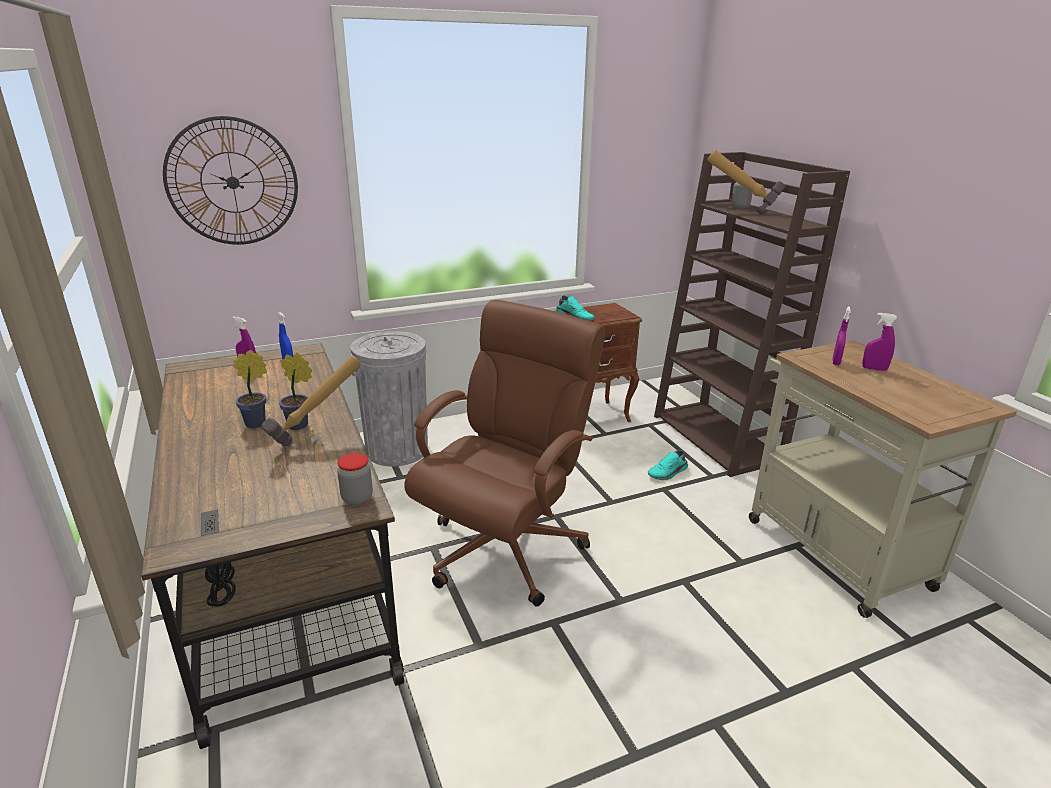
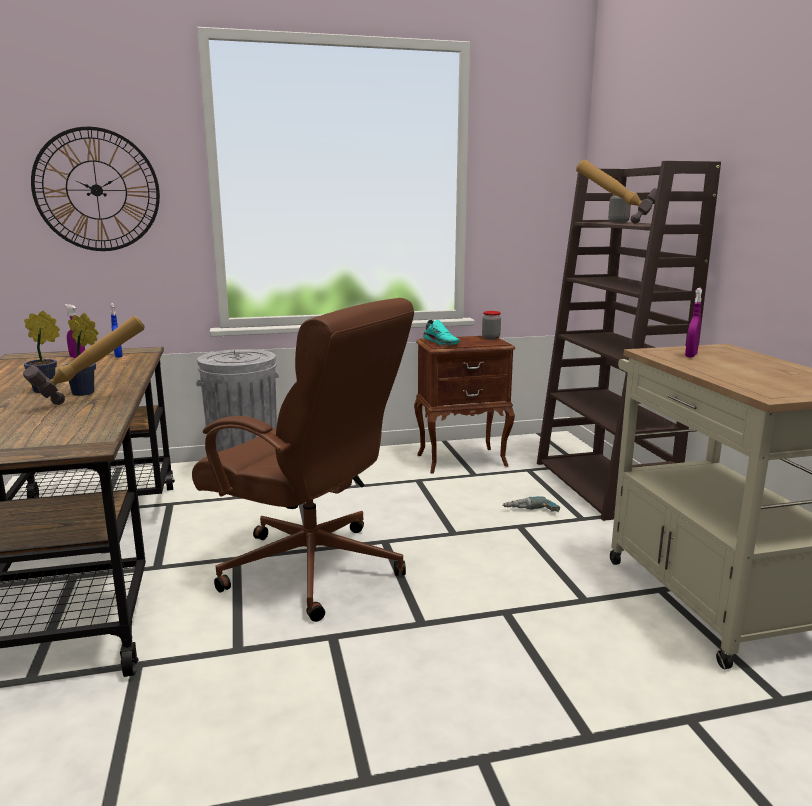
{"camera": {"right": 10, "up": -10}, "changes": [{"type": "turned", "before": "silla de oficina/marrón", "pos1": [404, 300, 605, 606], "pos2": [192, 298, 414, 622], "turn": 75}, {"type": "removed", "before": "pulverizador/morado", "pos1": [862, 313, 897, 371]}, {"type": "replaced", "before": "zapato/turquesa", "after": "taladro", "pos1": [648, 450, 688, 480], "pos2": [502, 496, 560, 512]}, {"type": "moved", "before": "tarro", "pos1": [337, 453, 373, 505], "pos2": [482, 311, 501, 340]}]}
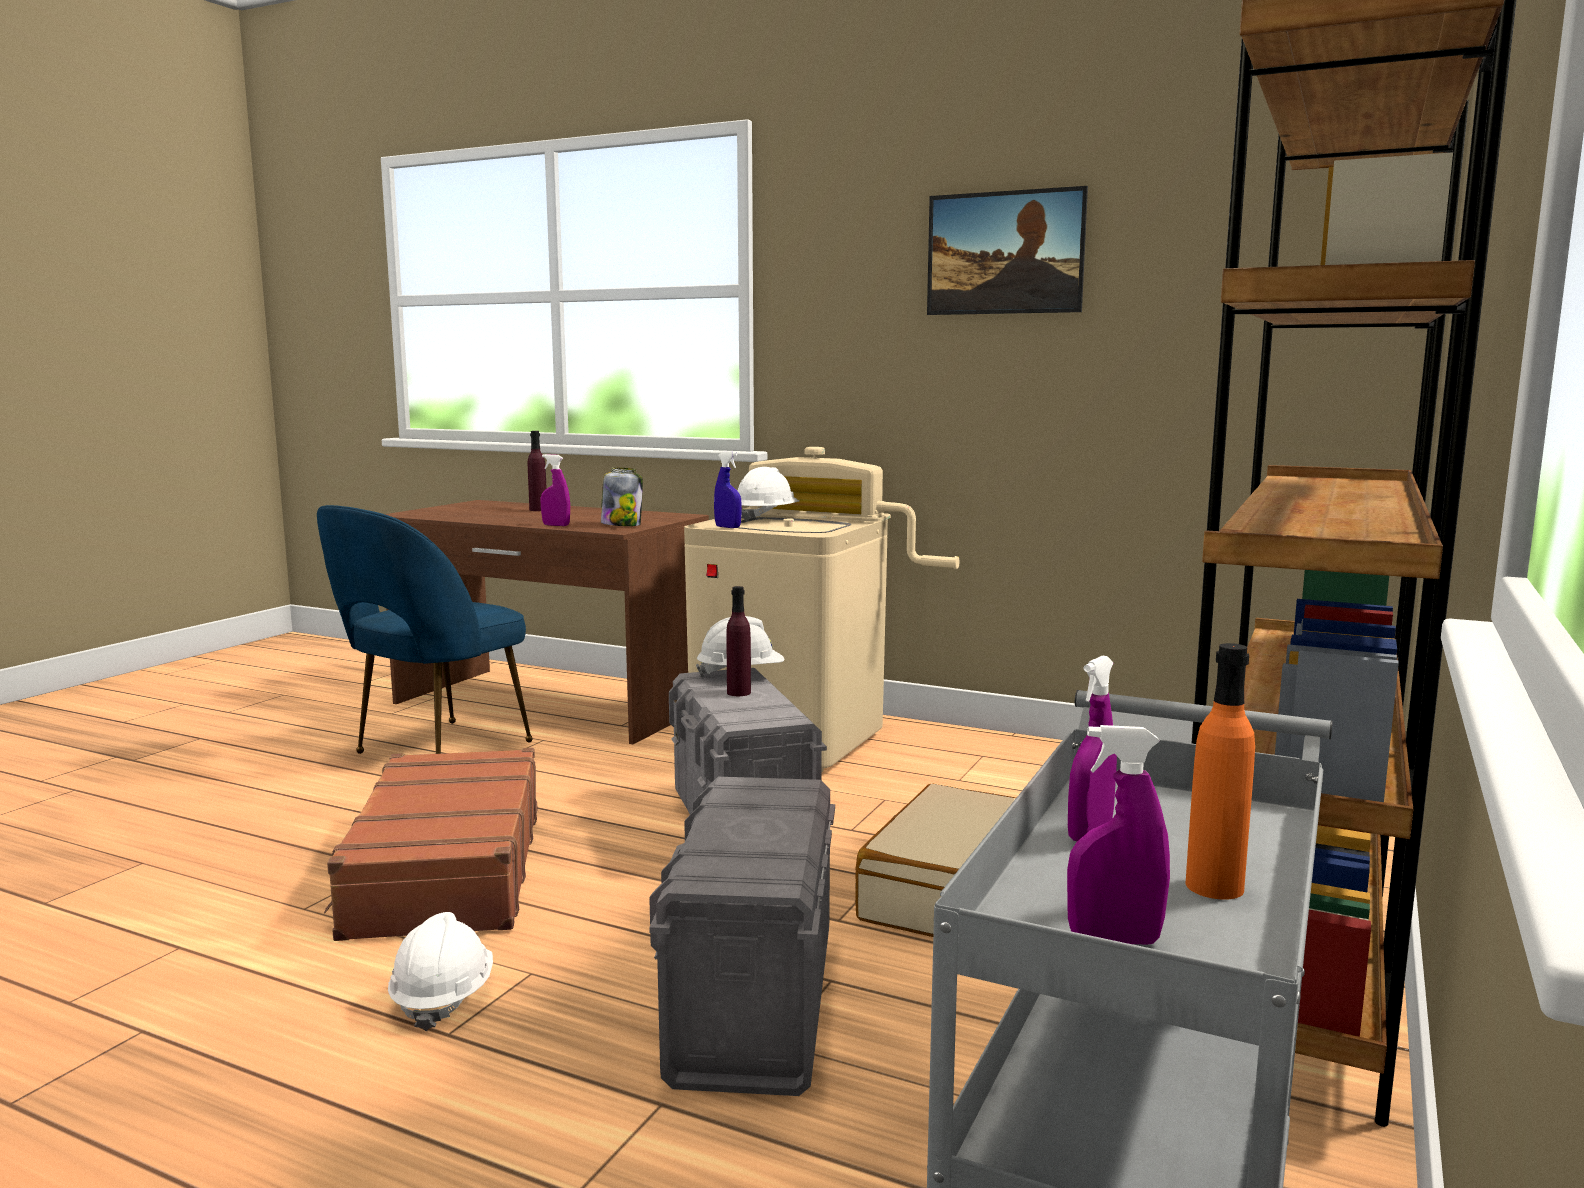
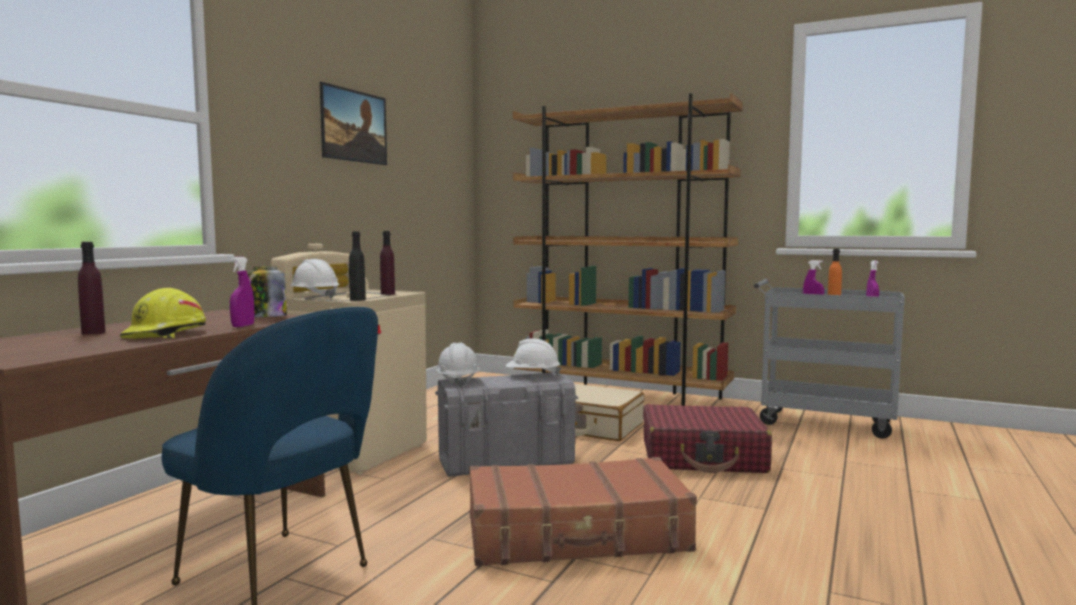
{"camera": {"right": -90, "up": -5}, "changes": [{"type": "replaced", "before": "pulverizador/azul", "after": "botella/negro", "pos1": [714, 452, 742, 528], "pos2": [349, 231, 366, 301]}, {"type": "moved", "before": "botella/morado", "pos1": [726, 586, 751, 696], "pos2": [380, 231, 395, 295]}, {"type": "replaced", "before": "caja de almacenaje/gris", "after": "maleta/rojo", "pos1": [649, 777, 835, 1096], "pos2": [643, 404, 772, 473]}, {"type": "moved", "before": "casco/blanco", "pos1": [388, 912, 493, 1031], "pos2": [506, 338, 561, 375]}, {"type": "added", "after": "casco/amarillo", "pos2": [120, 288, 206, 339]}]}
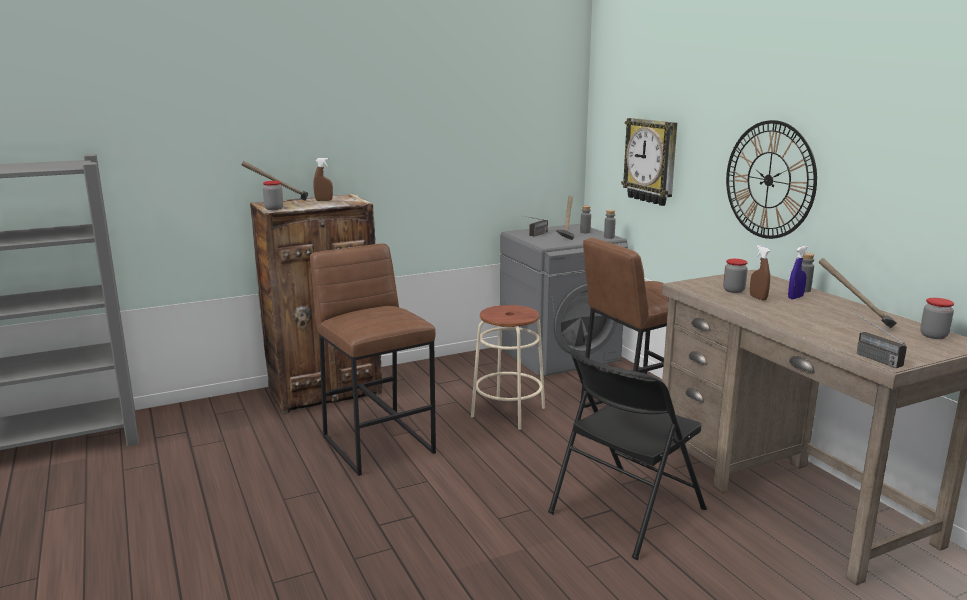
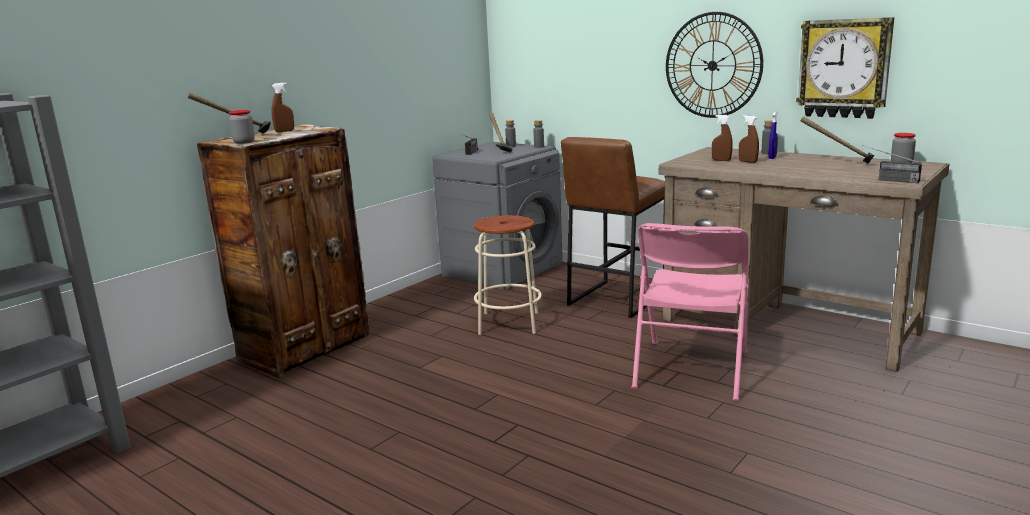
{"camera": {"right": -25, "up": 0}, "changes": [{"type": "moved", "before": "reloj de pared", "pos1": [622, 118, 677, 206], "pos2": [796, 17, 894, 119]}, {"type": "removed", "before": "taburete/marrón", "pos1": [310, 243, 436, 476]}, {"type": "replaced", "before": "tarro", "after": "pulverizador/marrón", "pos1": [723, 259, 748, 293], "pos2": [712, 115, 733, 161]}, {"type": "recoloured", "before": "silla/negro", "after": "silla/rosa", "pos1": [548, 349, 707, 561], "pos2": [632, 223, 749, 401]}]}
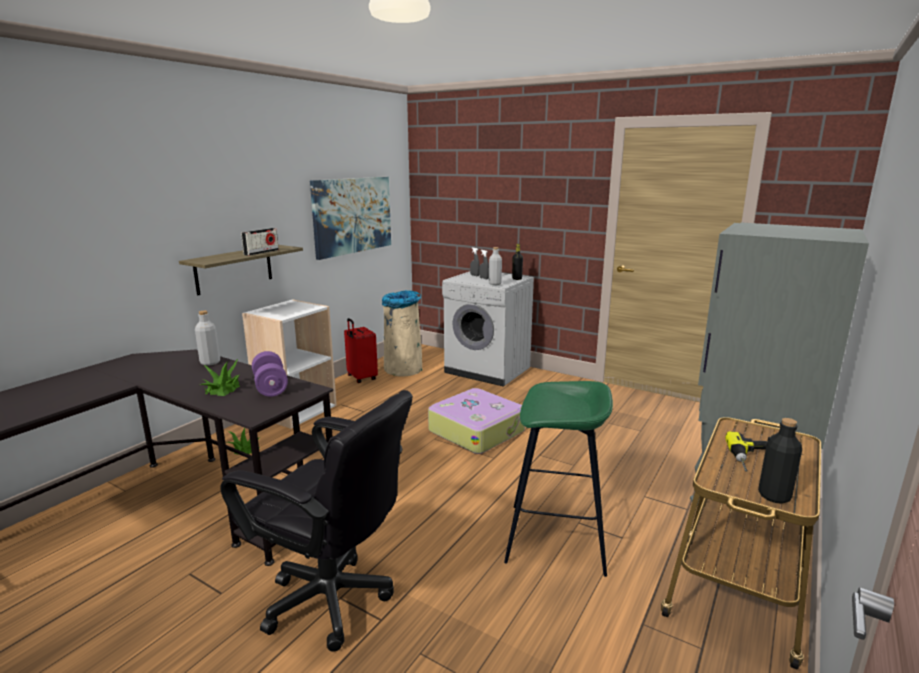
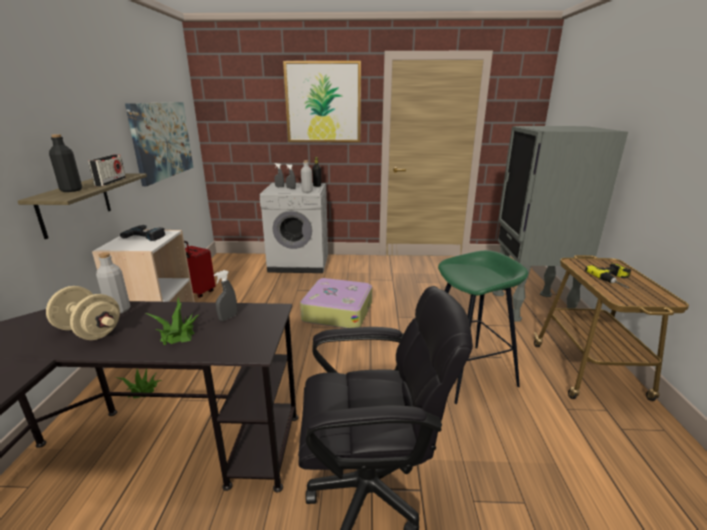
{"camera": {"right": -30, "up": 5}, "changes": [{"type": "removed", "before": "papelera/beis", "pos1": [382, 290, 423, 376]}, {"type": "replaced", "before": "mancuerna/morado", "after": "pulverizador/gris", "pos1": [252, 351, 288, 397], "pos2": [214, 270, 237, 321]}, {"type": "moved", "before": "botella/negro", "pos1": [758, 418, 802, 504], "pos2": [49, 134, 82, 192]}, {"type": "added", "after": "cuadro", "pos2": [283, 61, 361, 142]}, {"type": "added", "after": "taladro", "pos2": [120, 225, 165, 241]}, {"type": "added", "after": "mancuerna/beis", "pos2": [46, 286, 120, 340]}]}
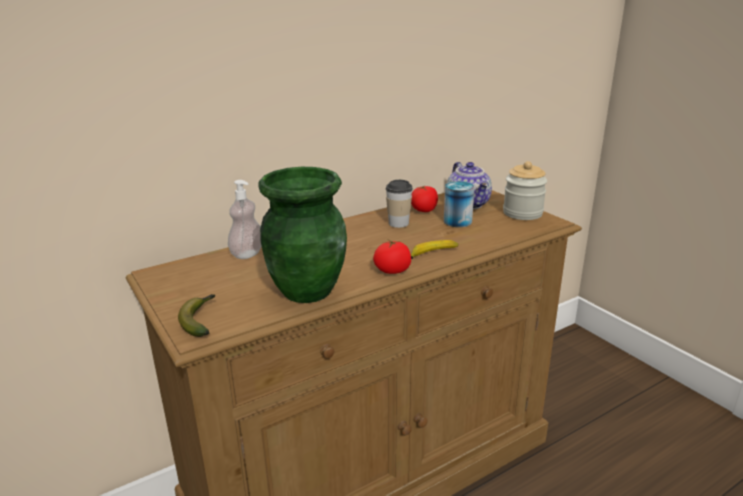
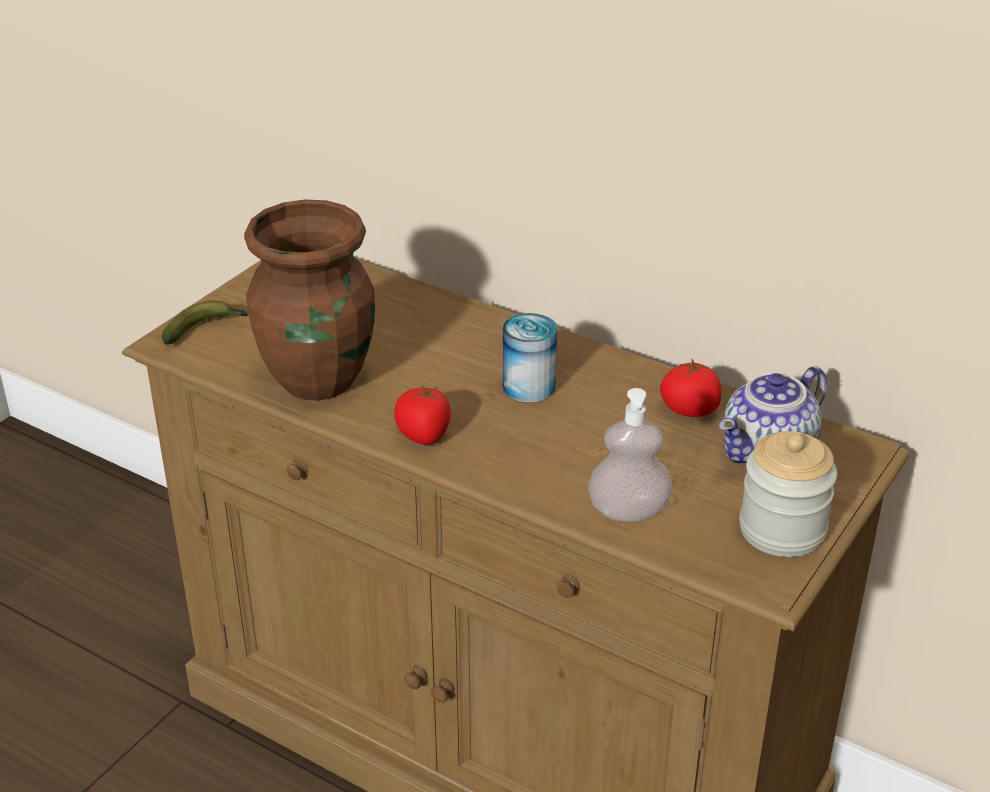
{"camera": {"right": 65, "up": 10}, "changes": [{"type": "recoloured", "before": "florero/verde", "after": "florero/marrón", "pos1": [258, 167, 347, 303], "pos2": [244, 199, 375, 401]}, {"type": "moved", "before": "dispensador de jabón", "pos1": [228, 180, 261, 259], "pos2": [588, 388, 672, 522]}, {"type": "removed", "before": "taza", "pos1": [386, 180, 413, 228]}, {"type": "moved", "before": "lata", "pos1": [444, 181, 474, 227], "pos2": [503, 313, 557, 403]}, {"type": "removed", "before": "plátano", "pos1": [411, 240, 458, 259]}]}
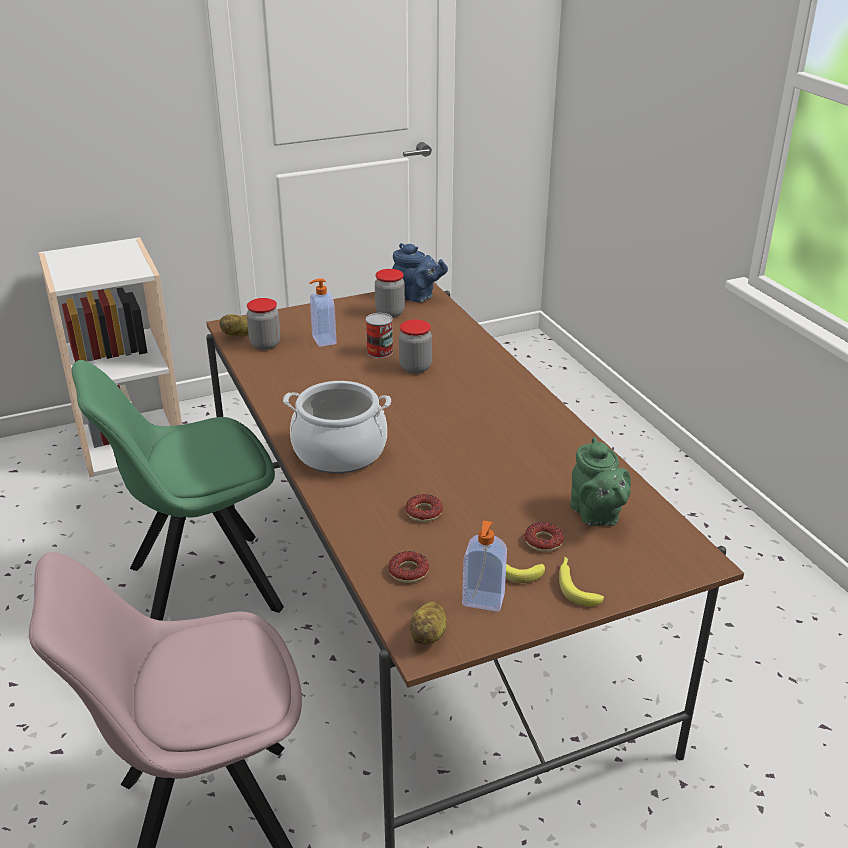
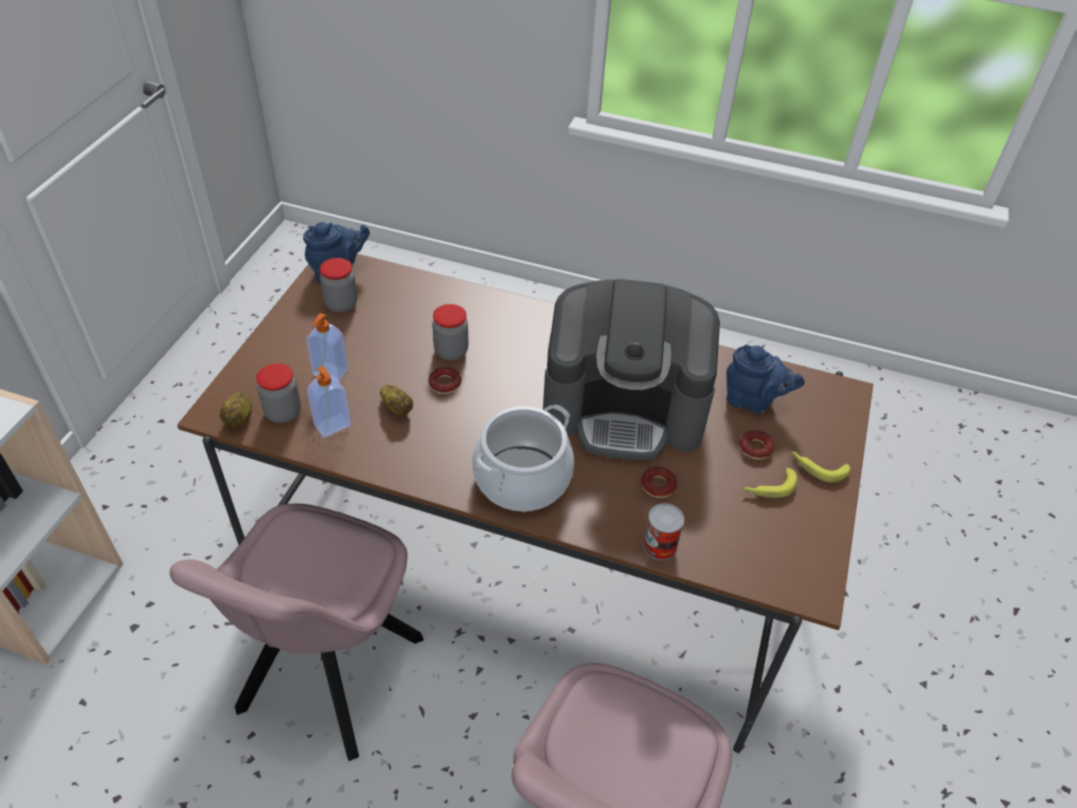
{"camera": {"right": -50, "up": 15}, "changes": [{"type": "moved", "before": "lata", "pos1": [366, 313, 393, 358], "pos2": [643, 503, 684, 560]}, {"type": "recoloured", "before": "silla/verde", "after": "silla/rosa", "pos1": [72, 360, 284, 621], "pos2": [170, 504, 424, 761]}, {"type": "recoloured", "before": "tetera/verde", "after": "tetera/azul", "pos1": [570, 437, 631, 526], "pos2": [726, 344, 805, 414]}, {"type": "moved", "before": "dispensador de jabón", "pos1": [462, 521, 507, 612], "pos2": [307, 366, 351, 438]}, {"type": "moved", "before": "rosquilla", "pos1": [388, 551, 429, 583], "pos2": [428, 367, 461, 394]}, {"type": "moved", "before": "patata", "pos1": [410, 602, 447, 645], "pos2": [380, 385, 413, 417]}, {"type": "added", "after": "cafetera", "pos2": [543, 279, 720, 460]}]}
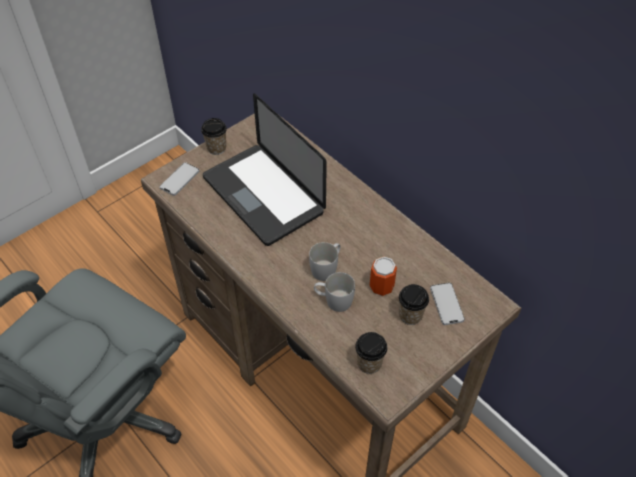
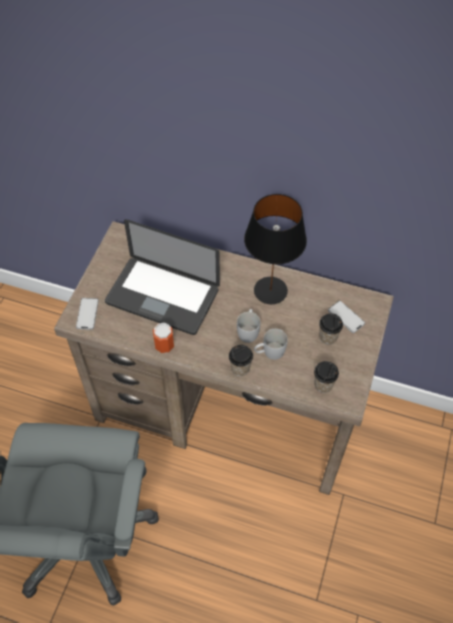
{"camera": {"right": -30, "up": 5}, "changes": [{"type": "moved", "before": "taza", "pos1": [201, 118, 227, 155], "pos2": [229, 345, 253, 376]}, {"type": "moved", "before": "lata", "pos1": [370, 256, 397, 296], "pos2": [153, 323, 174, 353]}, {"type": "added", "after": "lámpara de mesa/negro", "pos2": [244, 194, 307, 304]}]}
